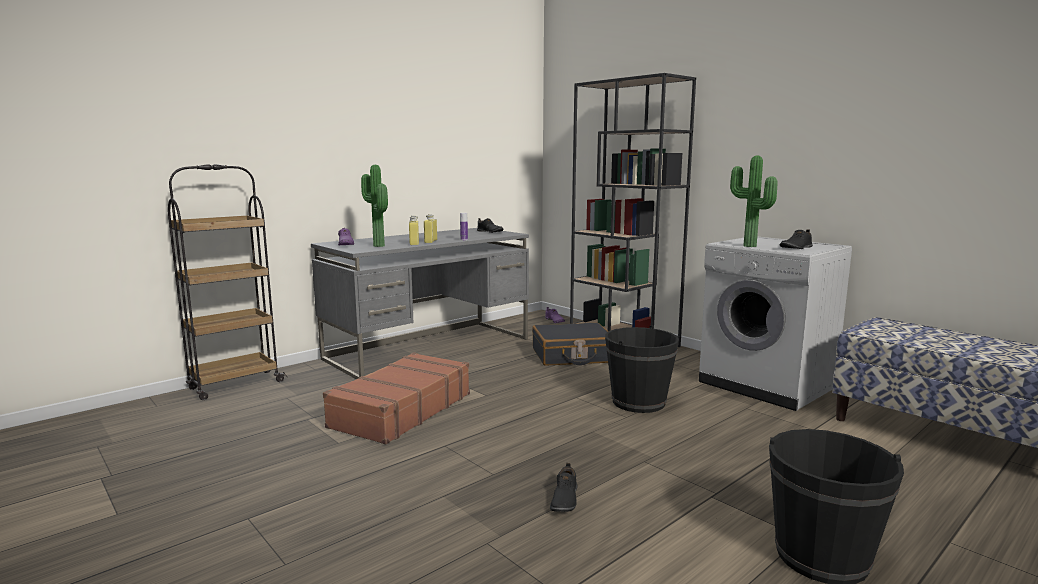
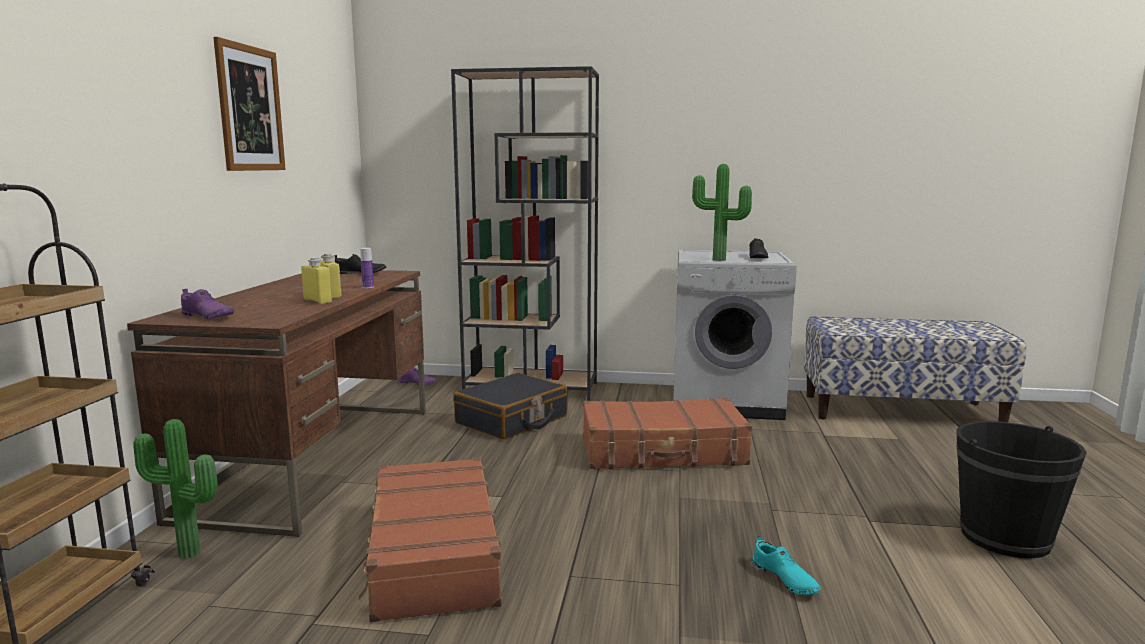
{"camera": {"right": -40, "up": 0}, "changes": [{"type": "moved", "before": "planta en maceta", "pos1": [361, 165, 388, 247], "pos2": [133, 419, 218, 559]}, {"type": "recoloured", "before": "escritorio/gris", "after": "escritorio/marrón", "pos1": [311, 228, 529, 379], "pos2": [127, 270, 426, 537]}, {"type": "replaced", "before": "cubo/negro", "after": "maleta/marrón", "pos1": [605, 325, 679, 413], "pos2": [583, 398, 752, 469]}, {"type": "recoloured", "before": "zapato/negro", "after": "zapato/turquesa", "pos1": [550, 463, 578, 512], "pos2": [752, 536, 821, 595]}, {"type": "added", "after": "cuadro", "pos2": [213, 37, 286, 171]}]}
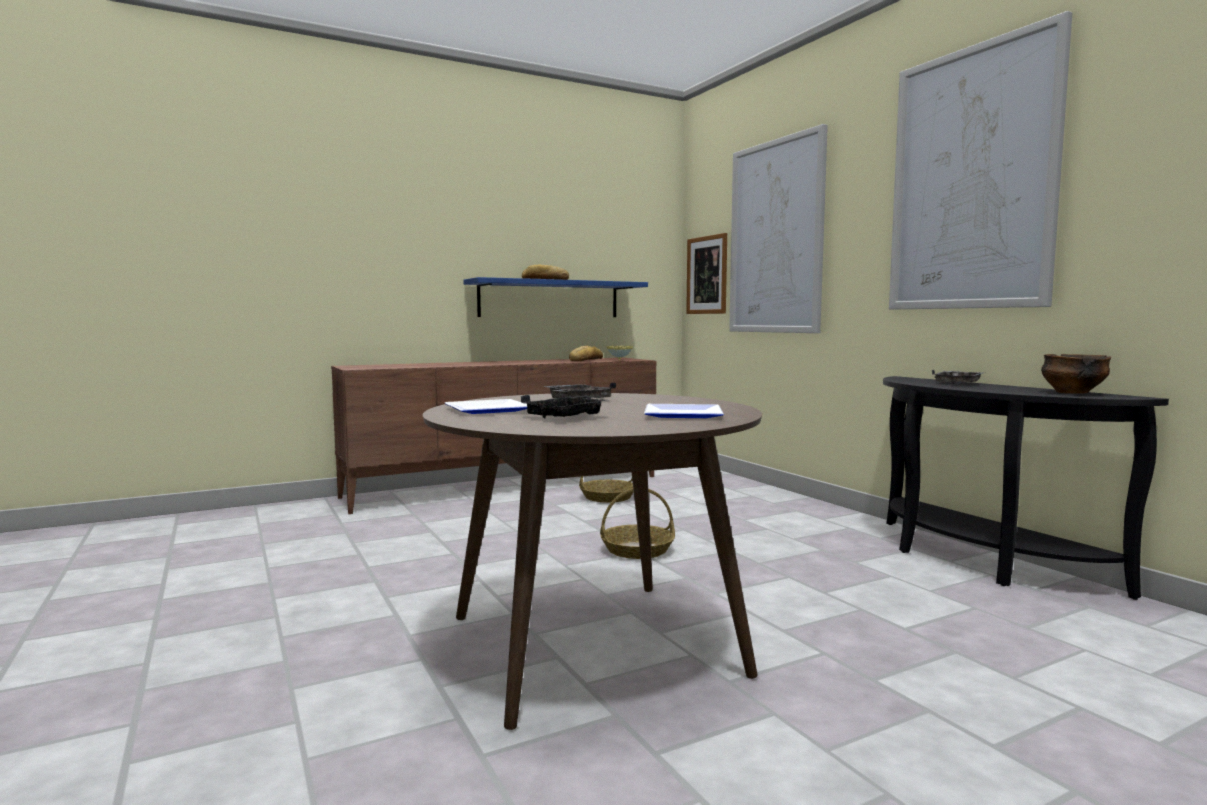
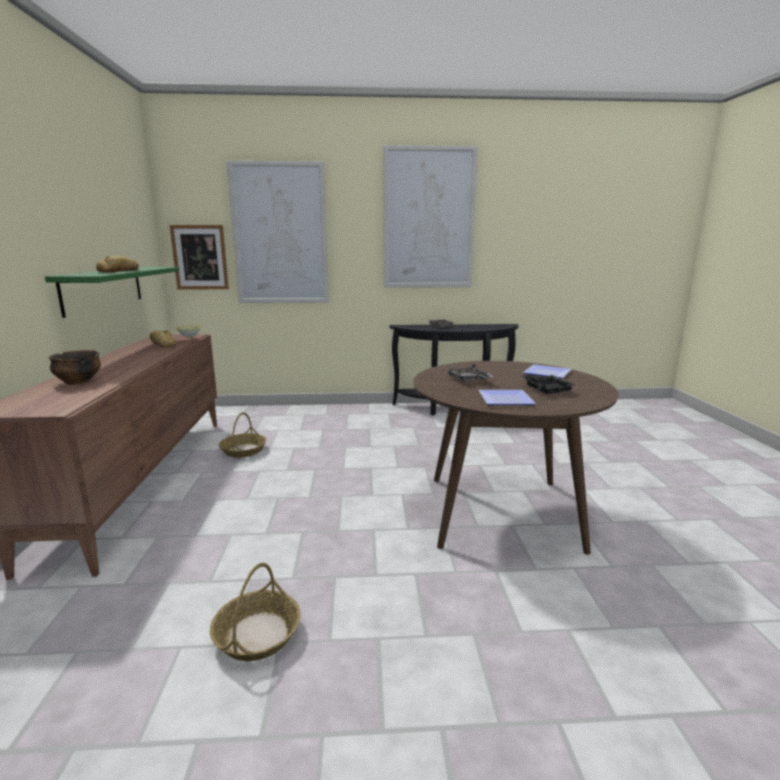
{"camera": {"right": -65, "up": 10}, "changes": [{"type": "recoloured", "before": "estante/azul", "after": "estante/verde", "pos1": [463, 277, 648, 317], "pos2": [45, 267, 179, 318]}, {"type": "moved", "before": "cuenco", "pos1": [1041, 354, 1112, 394], "pos2": [49, 350, 101, 385]}, {"type": "moved", "before": "cesta", "pos1": [600, 488, 675, 559], "pos2": [210, 563, 301, 661]}]}
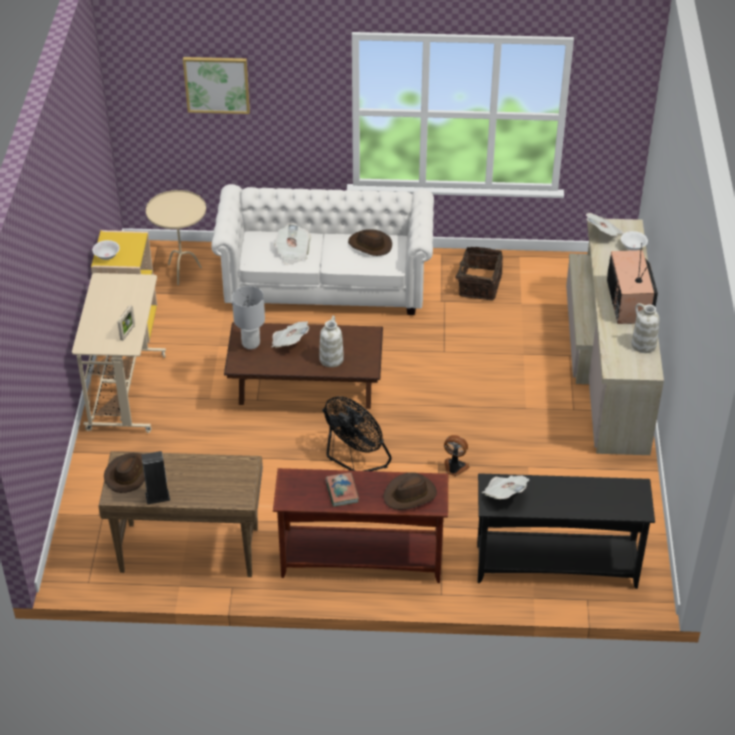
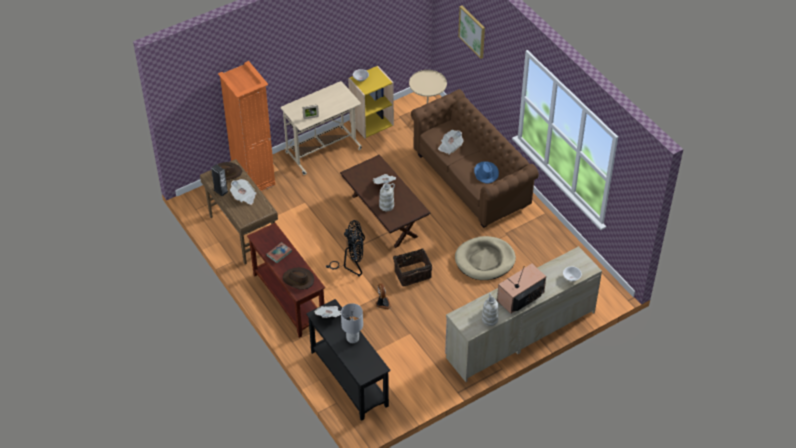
{"camera": {"right": 55, "up": 5}, "changes": [{"type": "recoloured", "before": "sofá/blanco", "after": "sofá/marrón", "pos1": [211, 184, 434, 315], "pos2": [411, 89, 539, 228]}, {"type": "moved", "before": "periódico", "pos1": [586, 213, 624, 237], "pos2": [230, 179, 257, 205]}, {"type": "recoloured", "before": "sombrero/marrón", "after": "sombrero/azul", "pos1": [348, 230, 392, 256], "pos2": [474, 161, 499, 184]}, {"type": "moved", "before": "cesta", "pos1": [455, 247, 503, 300], "pos2": [393, 249, 432, 286]}, {"type": "moved", "before": "lámpara de mesa/gris", "pos1": [232, 286, 265, 349], "pos2": [341, 303, 363, 343]}, {"type": "added", "after": "armario/naranja", "pos2": [218, 61, 275, 191]}, {"type": "added", "after": "cama para perro/beis", "pos2": [455, 236, 516, 280]}]}
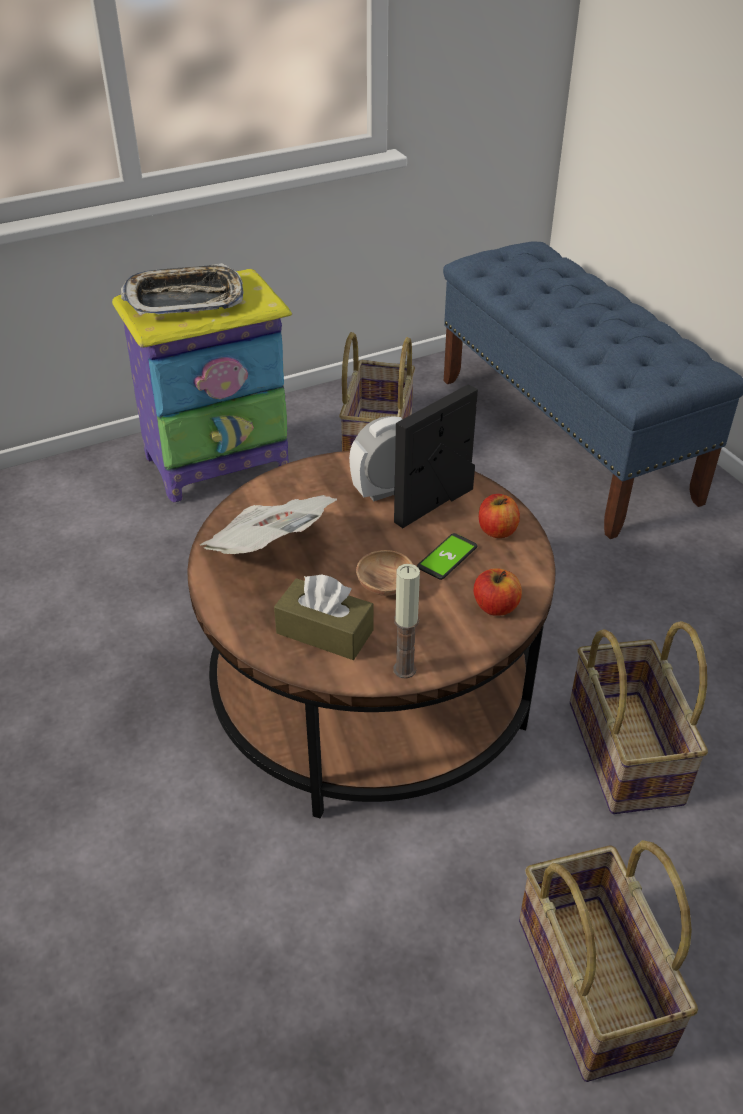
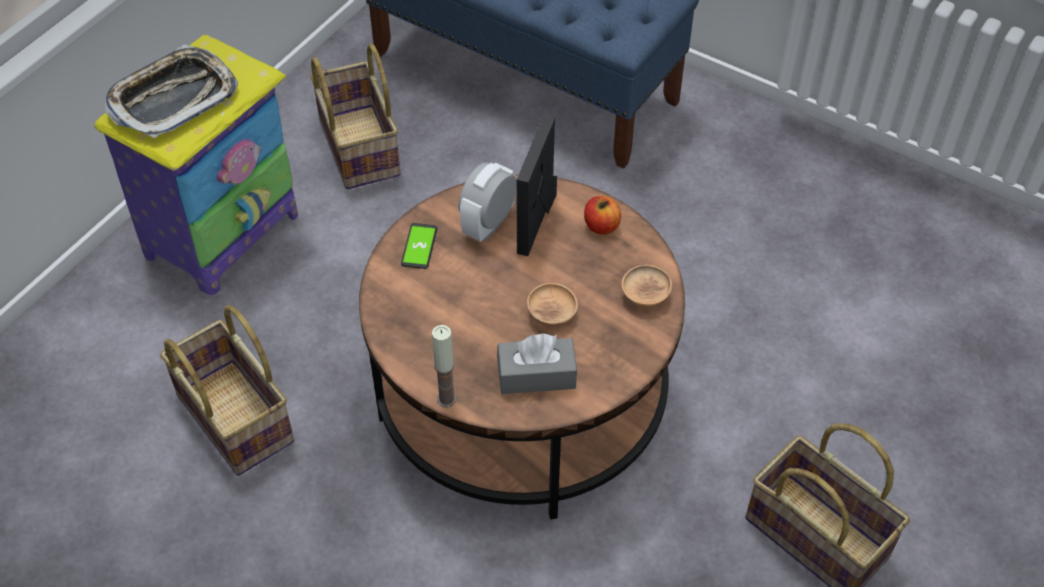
{"camera": {"right": -30, "up": 10}, "changes": [{"type": "removed", "before": "periódico", "pos1": [200, 495, 337, 554]}, {"type": "moved", "before": "móvil", "pos1": [417, 533, 477, 580], "pos2": [401, 223, 437, 269]}, {"type": "moved", "before": "vela", "pos1": [393, 564, 420, 679], "pos2": [432, 325, 457, 407]}, {"type": "replaced", "before": "manzana", "after": "cuenco/marrón", "pos1": [474, 568, 522, 616], "pos2": [621, 265, 672, 307]}, {"type": "recoloured", "before": "caja de pañuelos/marrón", "after": "caja de pañuelos/gris", "pos1": [274, 574, 374, 660], "pos2": [497, 333, 577, 394]}, {"type": "moved", "before": "cesta", "pos1": [570, 621, 708, 814], "pos2": [160, 305, 294, 476]}]}
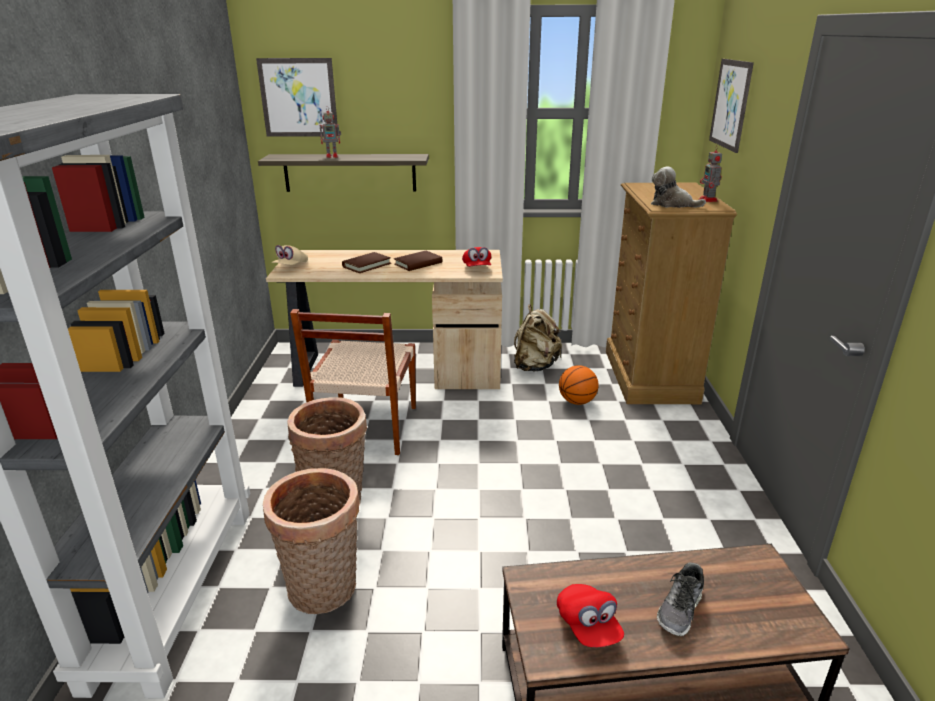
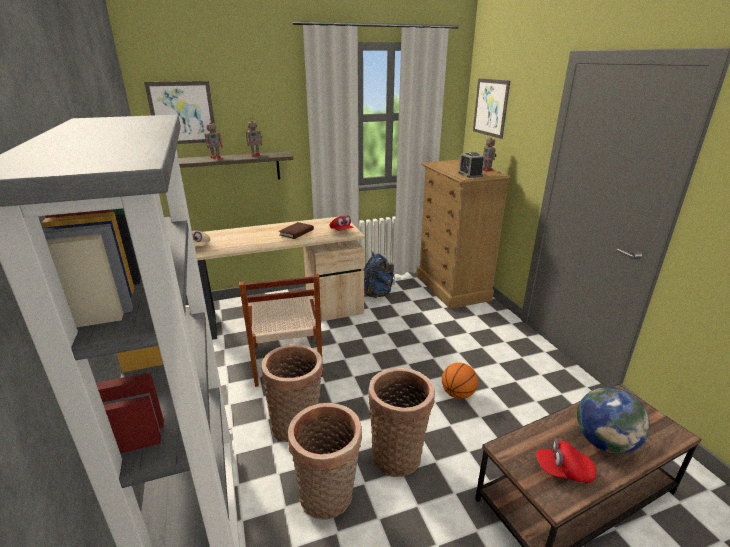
{"camera": {"right": -20, "up": 0}, "changes": [{"type": "replaced", "before": "peluche", "after": "despertador", "pos1": [651, 166, 706, 208], "pos2": [458, 152, 484, 178]}, {"type": "removed", "before": "libro/marrón", "pos1": [342, 252, 391, 273]}, {"type": "recoloured", "before": "mochila/beis", "after": "mochila/azul", "pos1": [514, 304, 562, 372], "pos2": [363, 251, 395, 298]}, {"type": "moved", "before": "balón de baloncesto", "pos1": [559, 365, 599, 405], "pos2": [442, 363, 478, 399]}, {"type": "replaced", "before": "zapato", "after": "globo terráqueo", "pos1": [657, 562, 704, 636], "pos2": [577, 387, 650, 454]}, {"type": "turned", "before": "gorra/rojo", "pos1": [557, 584, 624, 647], "pos2": [536, 438, 597, 483], "turn": 135}, {"type": "added", "after": "robot de juguete", "pos2": [246, 117, 262, 156]}, {"type": "added", "after": "cesta", "pos2": [368, 368, 435, 477]}]}
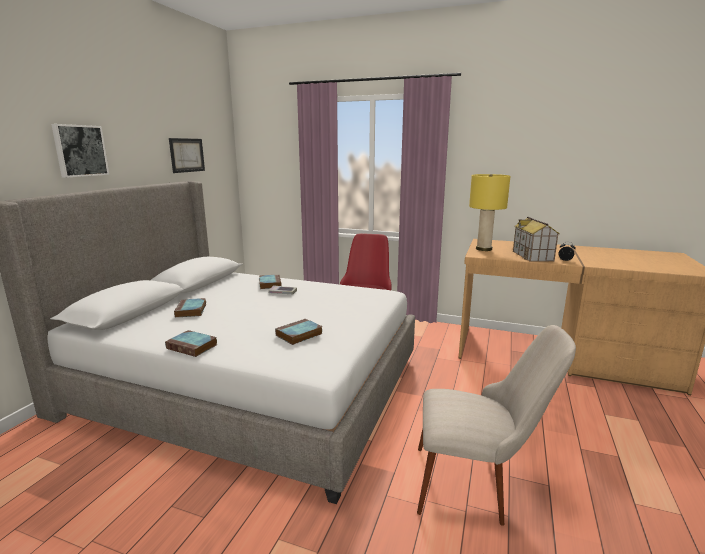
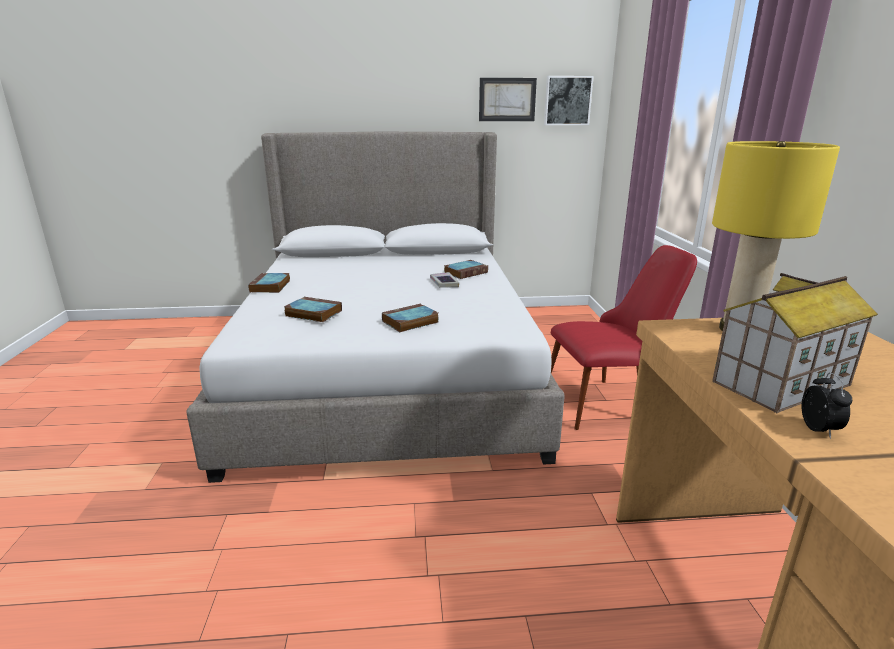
{"camera": {"right": 65, "up": 5}, "changes": [{"type": "moved", "before": "cuadro", "pos1": [51, 124, 109, 178], "pos2": [544, 76, 594, 125]}, {"type": "moved", "before": "libro", "pos1": [174, 298, 206, 318], "pos2": [382, 304, 438, 332]}, {"type": "removed", "before": "silla/beis", "pos1": [417, 325, 576, 526]}]}
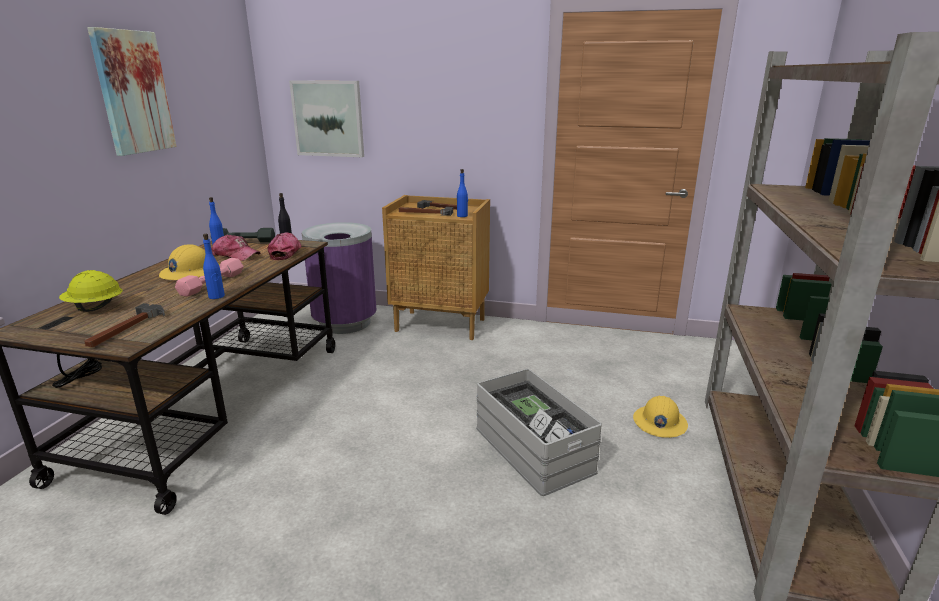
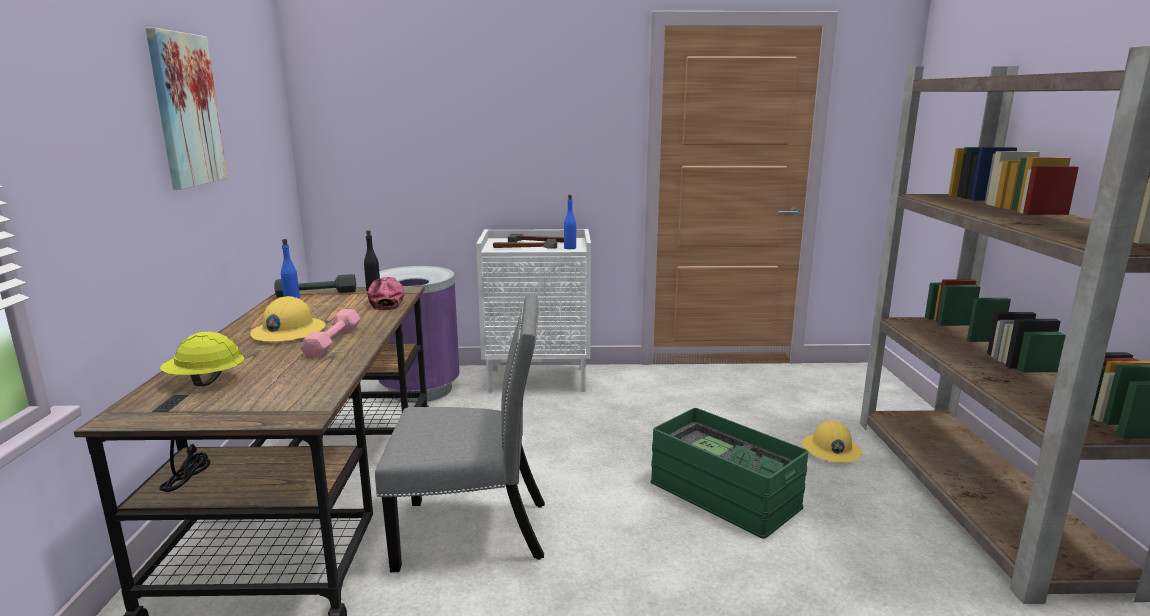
{"camera": {"right": -15, "up": -5}, "changes": [{"type": "removed", "before": "cuadro", "pos1": [289, 80, 364, 157]}, {"type": "recoloured", "before": "armario/marrón", "after": "armario/blanco", "pos1": [382, 195, 490, 340], "pos2": [476, 229, 591, 393]}, {"type": "removed", "before": "botella/azul", "pos1": [203, 234, 225, 299]}, {"type": "removed", "before": "gorra", "pos1": [211, 234, 260, 261]}, {"type": "removed", "before": "martillo", "pos1": [84, 303, 165, 347]}, {"type": "recoloured", "before": "caja de almacenaje/gris", "after": "caja de almacenaje/verde", "pos1": [476, 369, 602, 496], "pos2": [650, 408, 809, 538]}, {"type": "added", "after": "silla/gris", "pos2": [375, 293, 545, 572]}]}
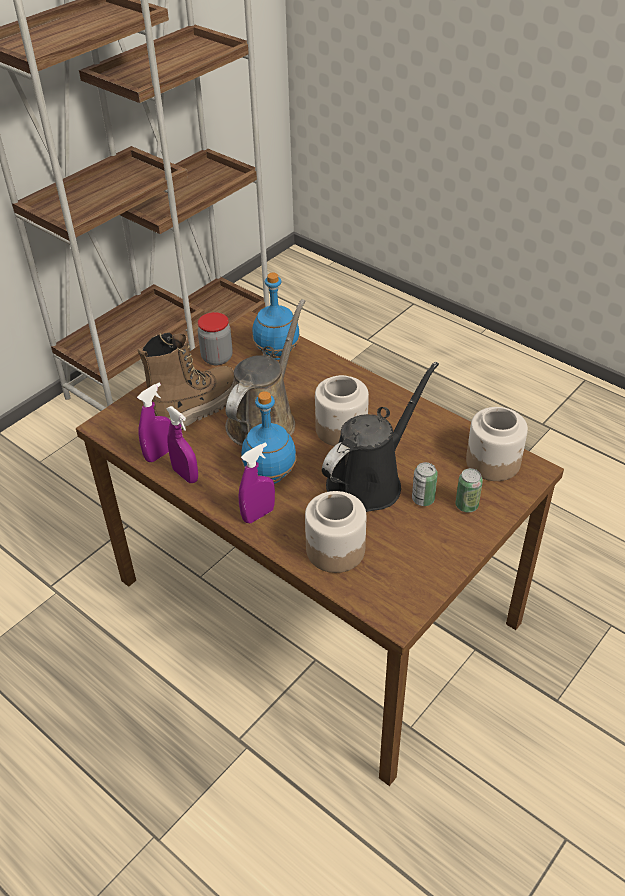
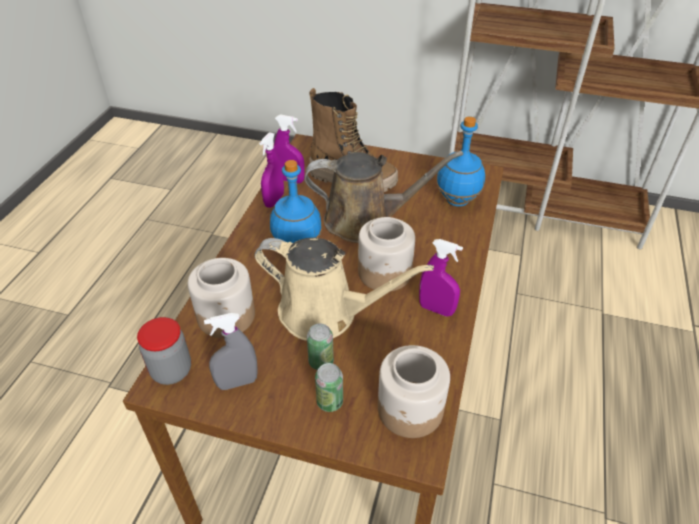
{"camera": {"right": 65, "up": 0}, "changes": [{"type": "moved", "before": "tarro", "pos1": [198, 312, 233, 366], "pos2": [137, 317, 191, 385]}, {"type": "recoloured", "before": "regadera/negro", "after": "regadera/beis", "pos1": [322, 362, 439, 512], "pos2": [254, 238, 434, 341]}, {"type": "moved", "before": "pulverizador/morado", "pos1": [239, 442, 275, 523], "pos2": [419, 239, 463, 317]}, {"type": "added", "after": "pulverizador/gris", "pos2": [204, 313, 258, 390]}]}
